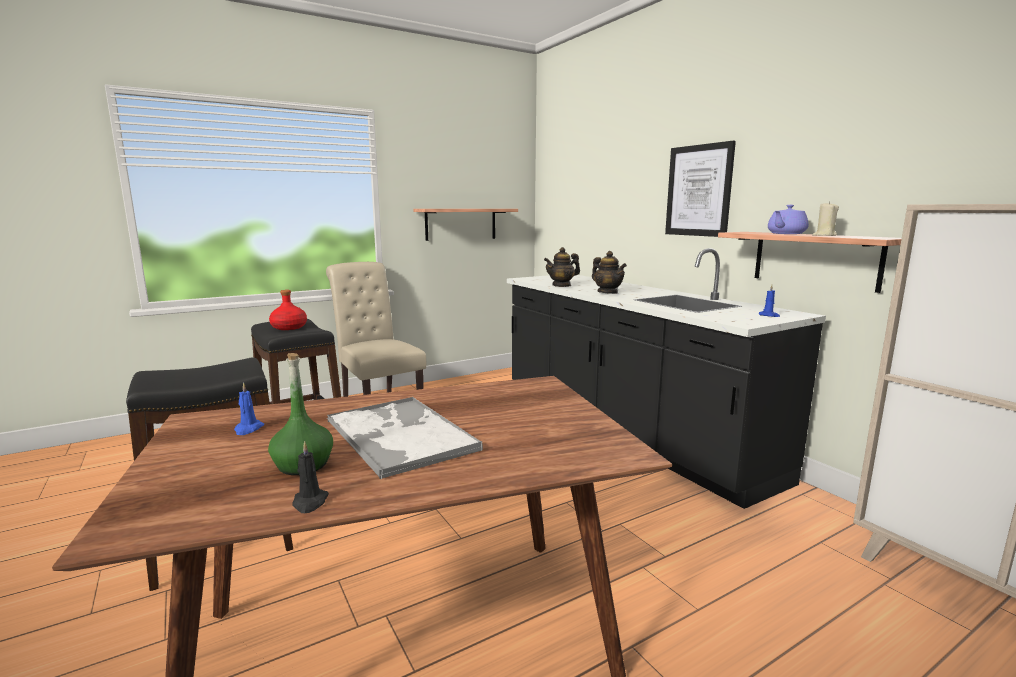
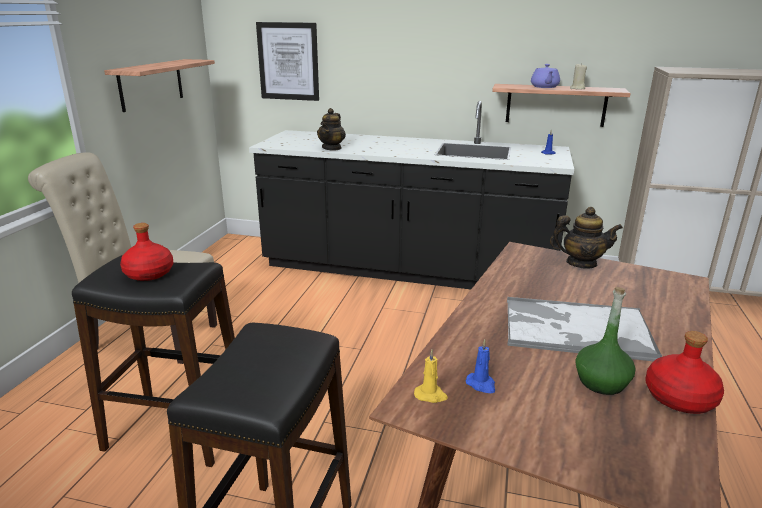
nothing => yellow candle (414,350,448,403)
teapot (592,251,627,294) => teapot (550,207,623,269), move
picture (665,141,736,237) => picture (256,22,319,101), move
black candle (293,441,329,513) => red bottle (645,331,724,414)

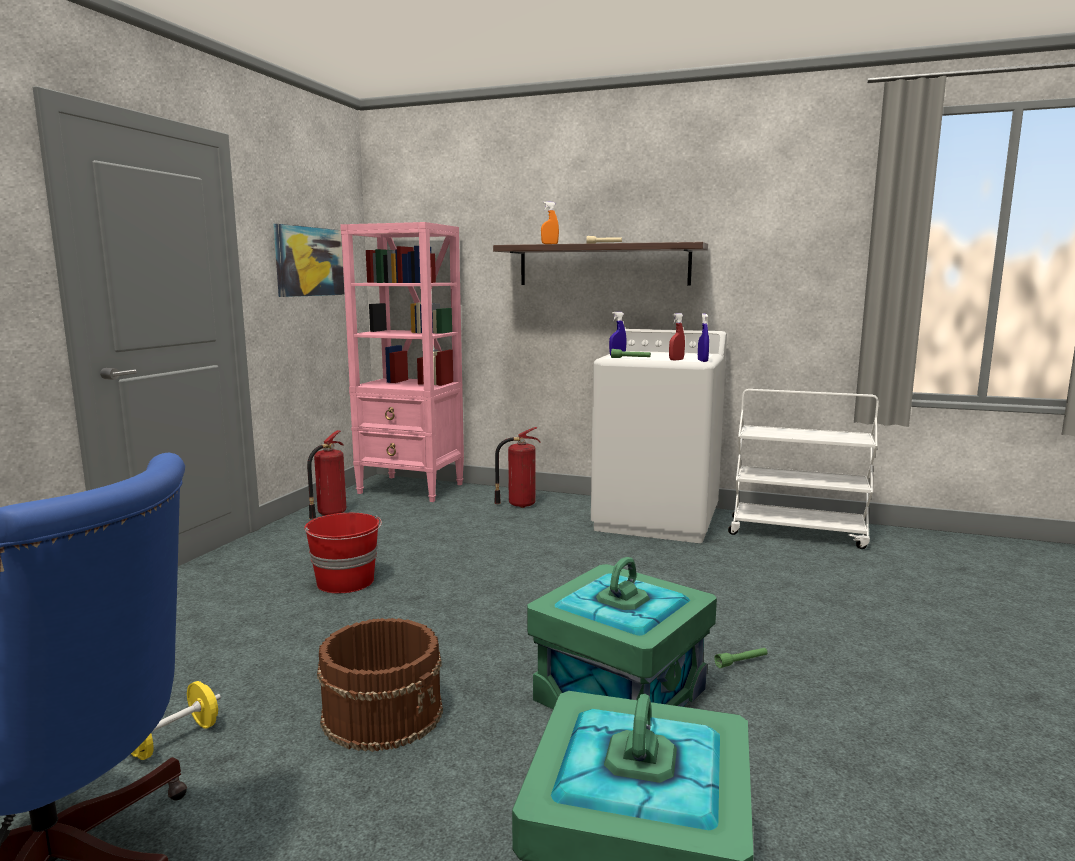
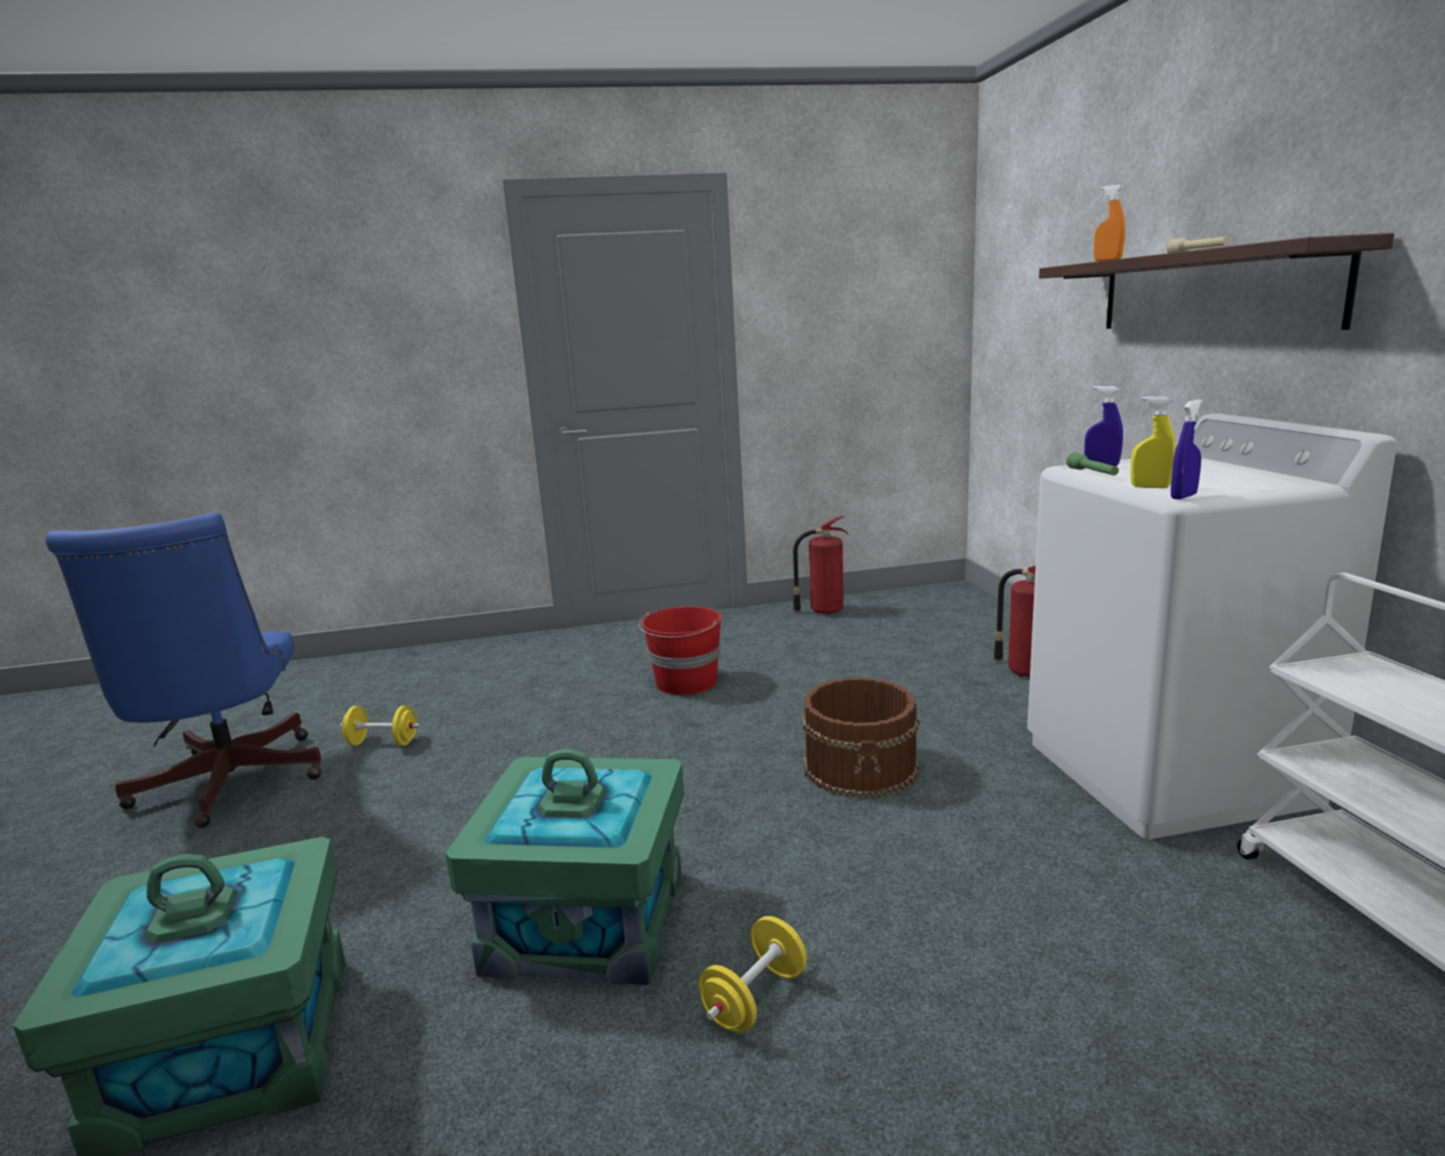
picture (273,224,345,297) => nothing
pink bookcase (340,222,464,502) => nothing
brown bucket (317,618,443,752) => brown bucket (802,677,920,798), move
green flashlight (714,648,767,668) => yellow dumbbell (698,916,807,1033)
red spray bottle (669,313,685,360) => yellow spray bottle (1131,396,1176,488)

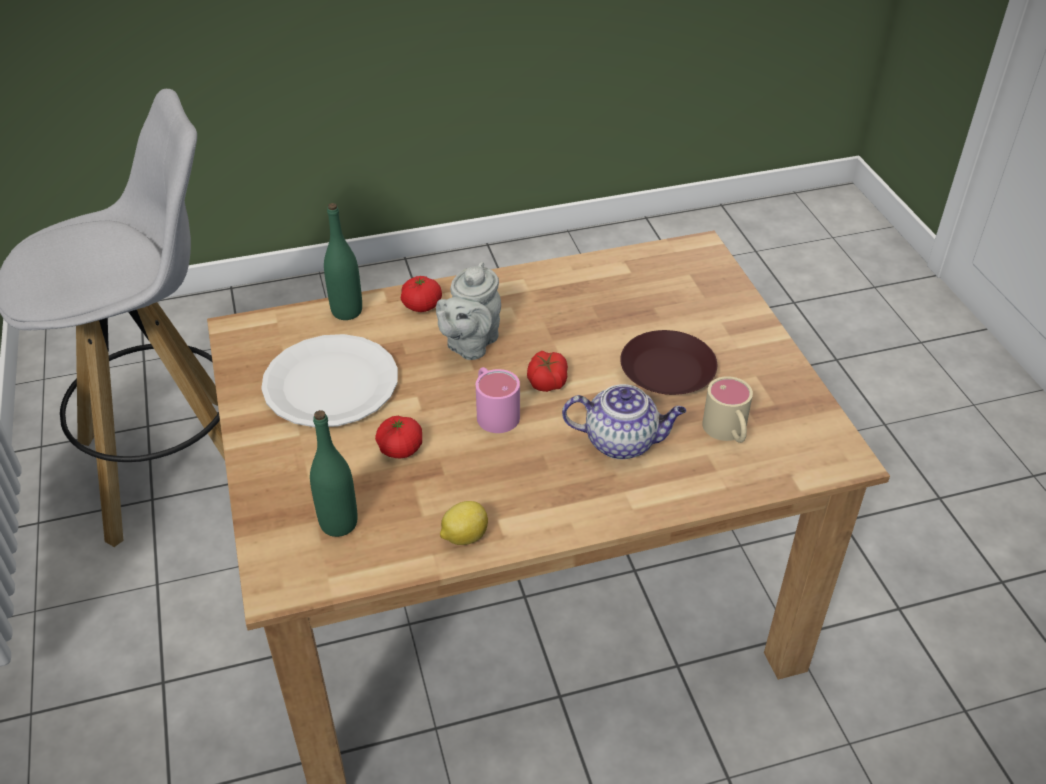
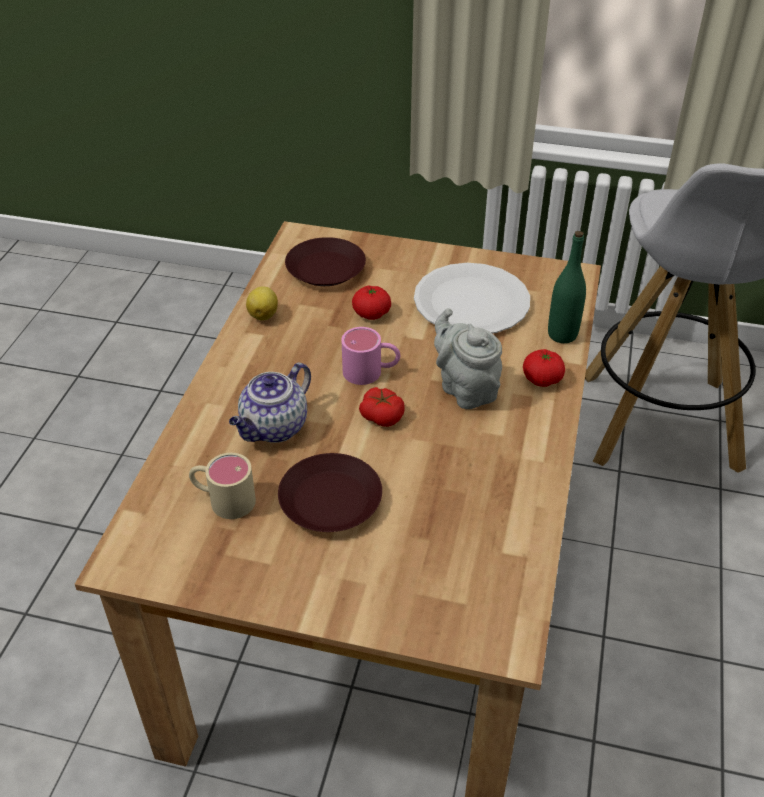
green bottle (310,410,358,537) => brown plate (285,237,366,286)

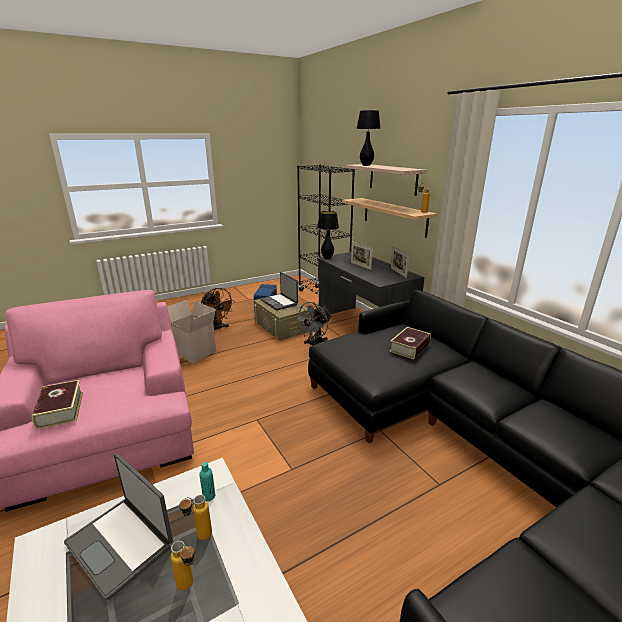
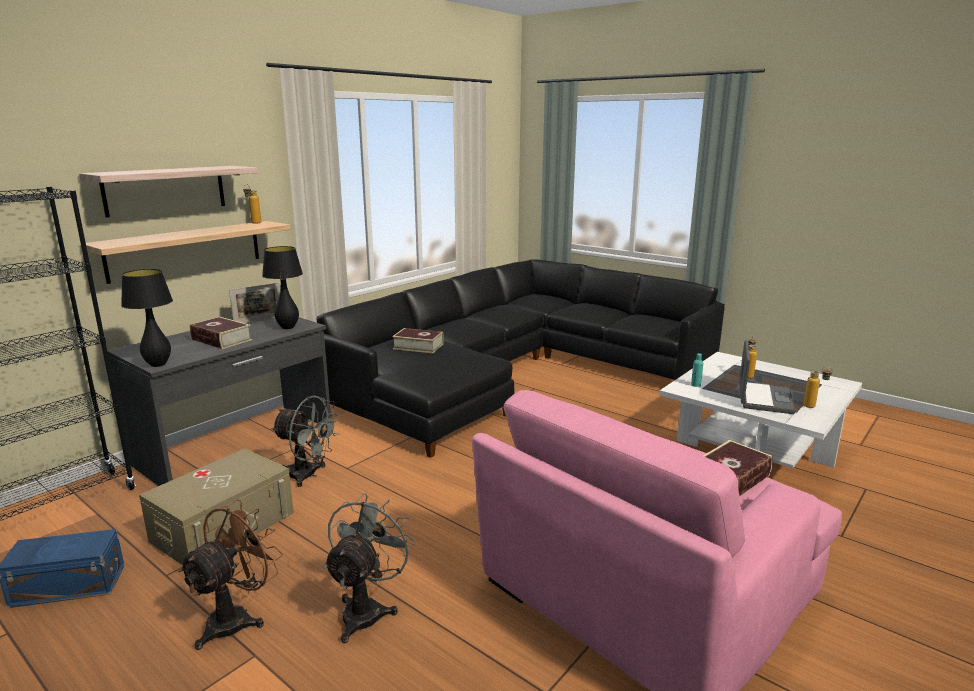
laptop (261,272,298,311) => nothing
bottle (179,495,212,540) => bottle (803,366,833,408), move
black table lamp (356,110,381,166) => black table lamp (262,246,303,329), move
cardboard box (167,300,216,363) => grey fan (323,493,416,643)
picture frame (351,242,373,270) => book (190,317,252,349)

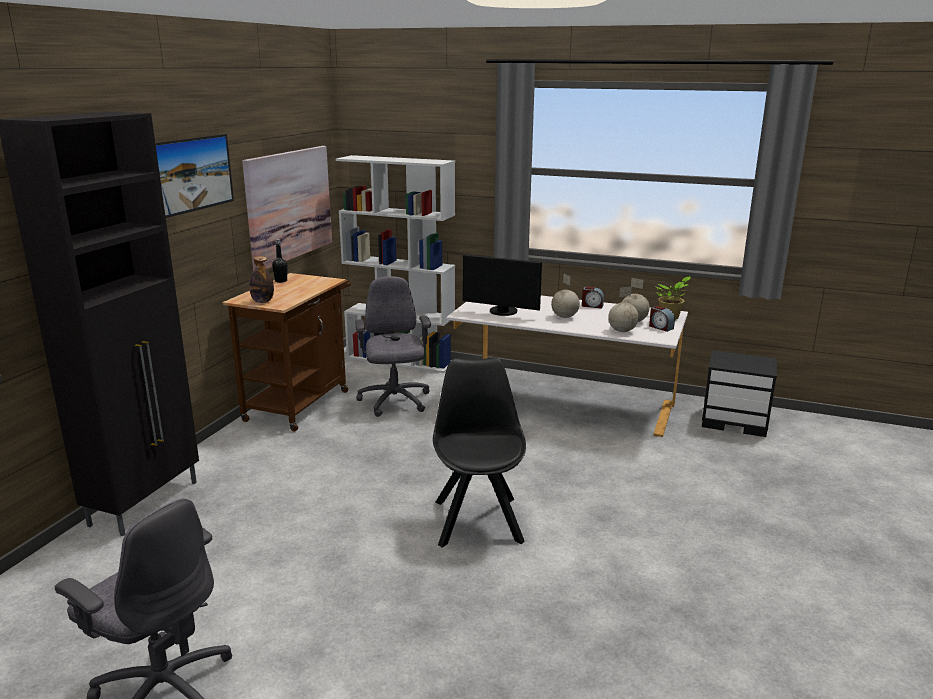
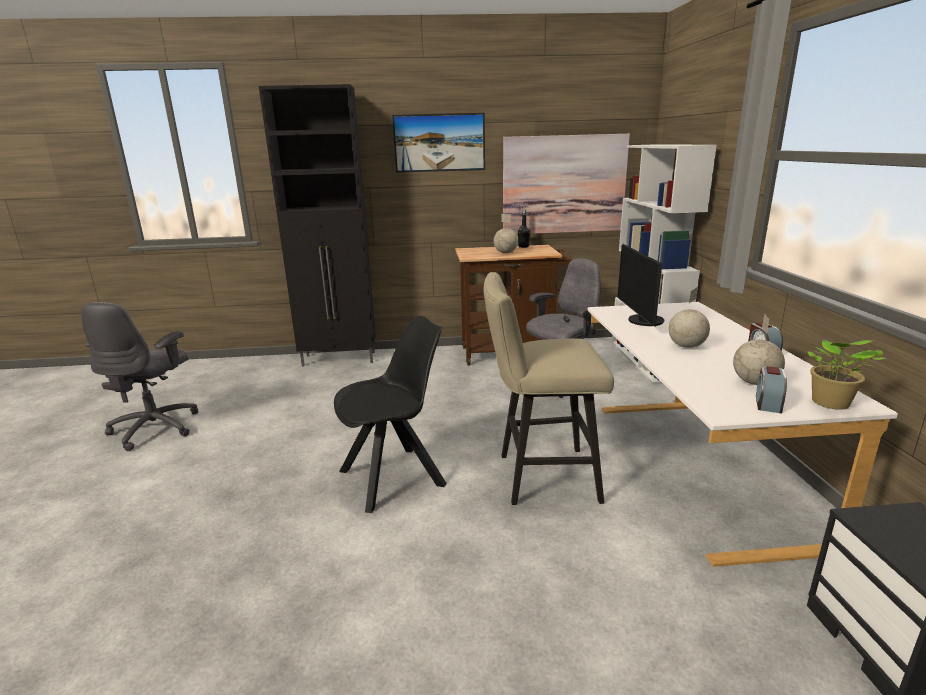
bottle (249,256,274,303) => nothing
nothing => beige stool (483,272,614,505)
globe (608,286,639,332) => globe (494,214,518,253), move

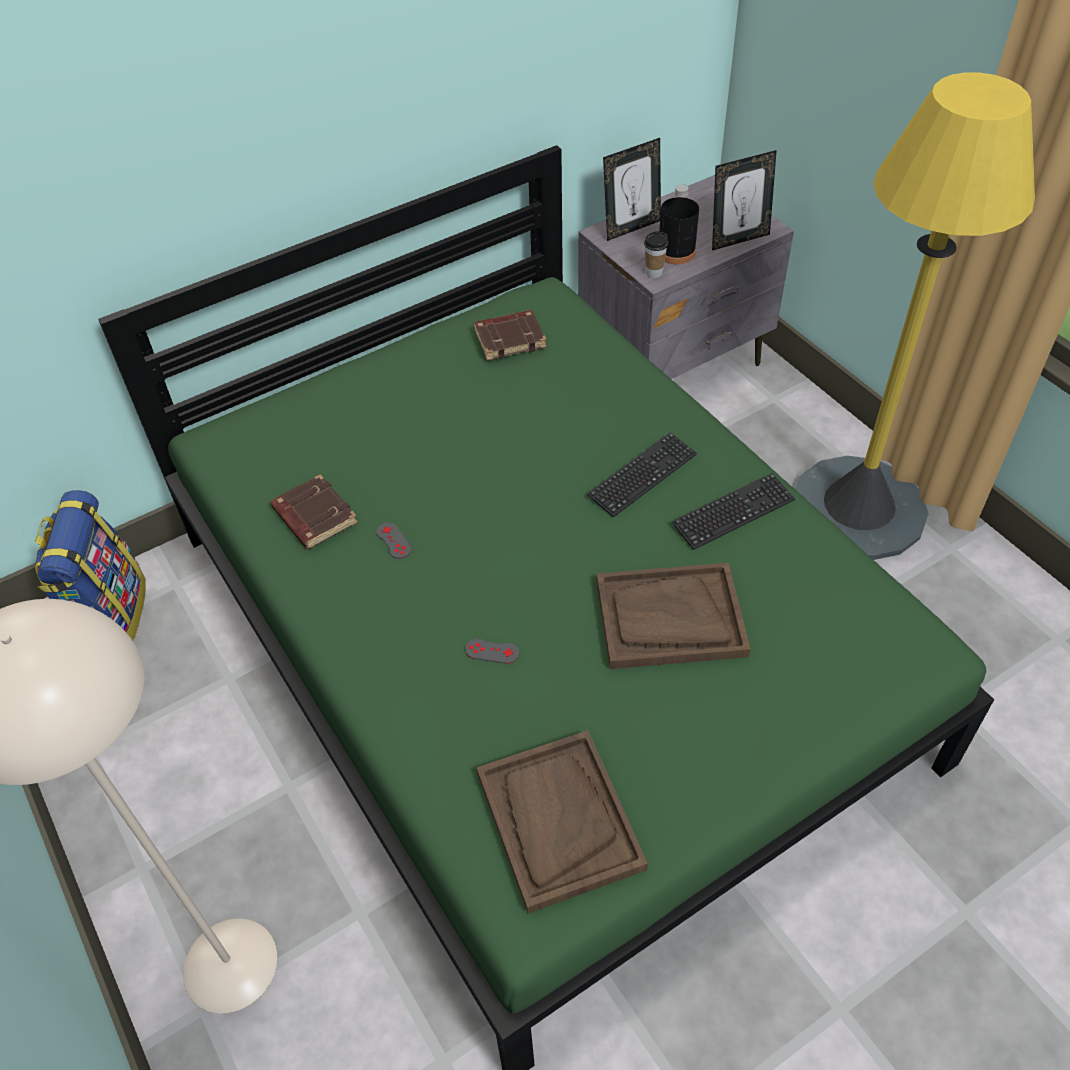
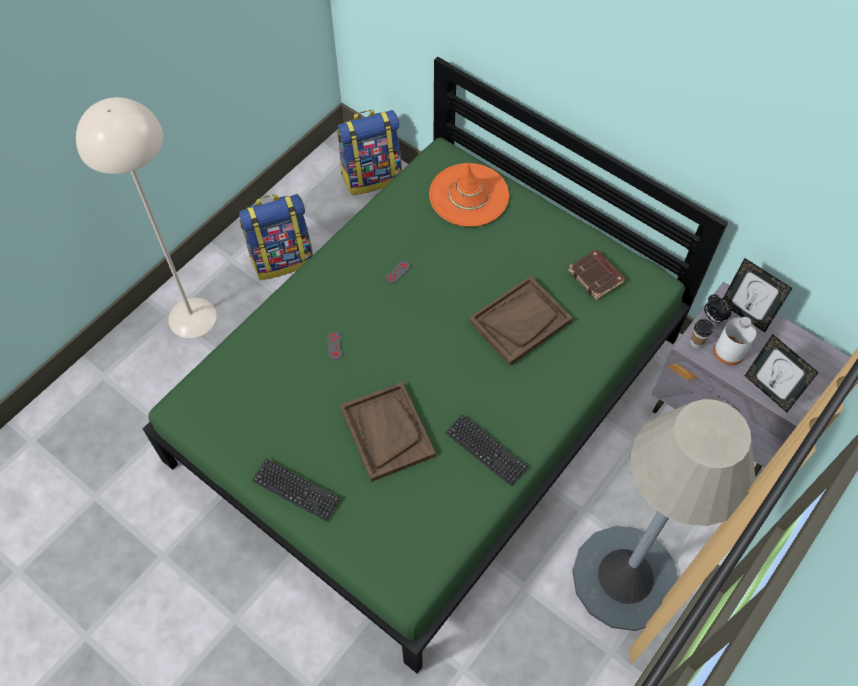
brown book (271,474,358,549) => nothing
nothing => backpack (239,194,313,280)
nothing => orange hat (429,163,509,227)
nothing => alarm clock (704,294,731,325)
brown tray (476,730,648,914) => brown tray (469,276,573,366), move
keyboard (587,432,697,517) => keyboard (252,459,340,522), move
black bottle (659,184,699,264) => white bottle (714,317,756,365)
yellow floor lamp (794,72,1035,560) => grey floor lamp (572,399,756,631)

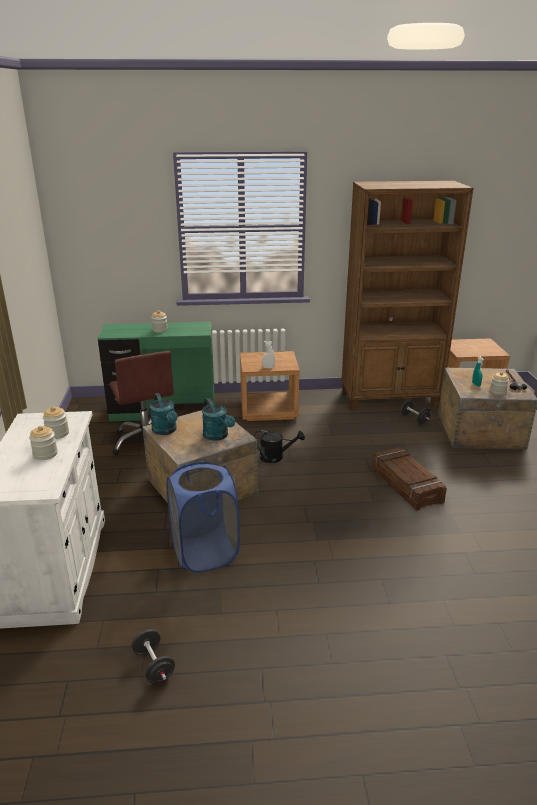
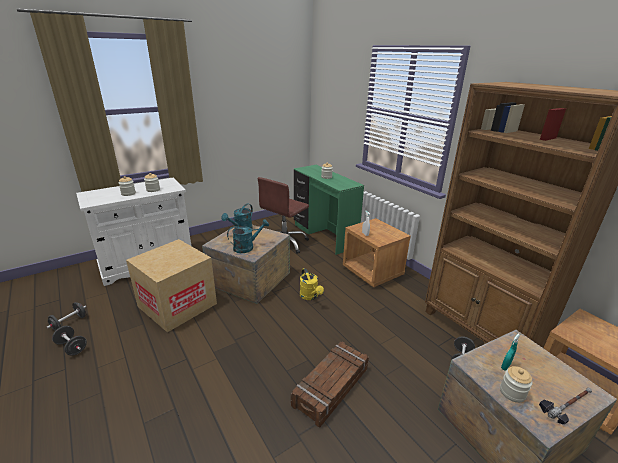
nothing => black dumbbell (52,326,87,356)
blue laundry basket (167,461,240,573) => cardboard box (126,239,217,332)
black watering can (254,430,305,463) => yellow watering can (300,268,324,300)
turquoise watering can (202,398,235,441) => turquoise watering can (227,219,269,253), 150 degrees counterclockwise

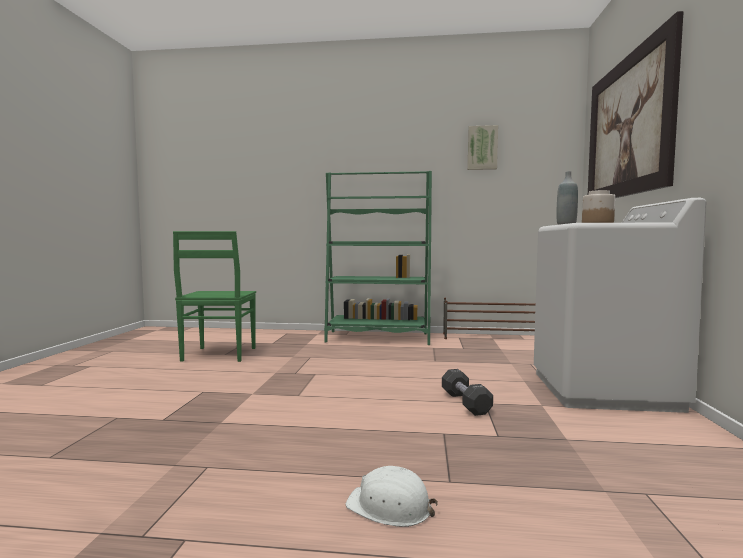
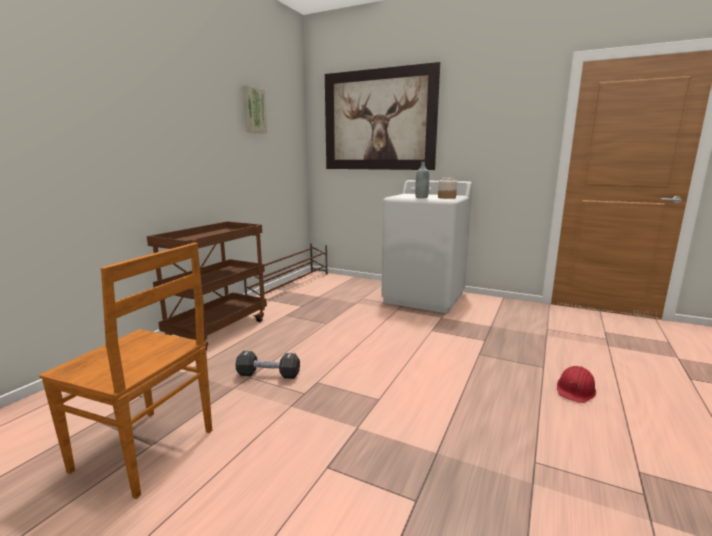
black dumbbell (442,369,493,416) => black dumbbell (235,351,300,379), move
green bookcase (324,171,432,345) => brown cart (147,221,267,351)
green chair (173,231,256,362) => brown chair (39,243,212,499)
white hard hat (345,466,438,527) => red hard hat (557,366,596,403)

